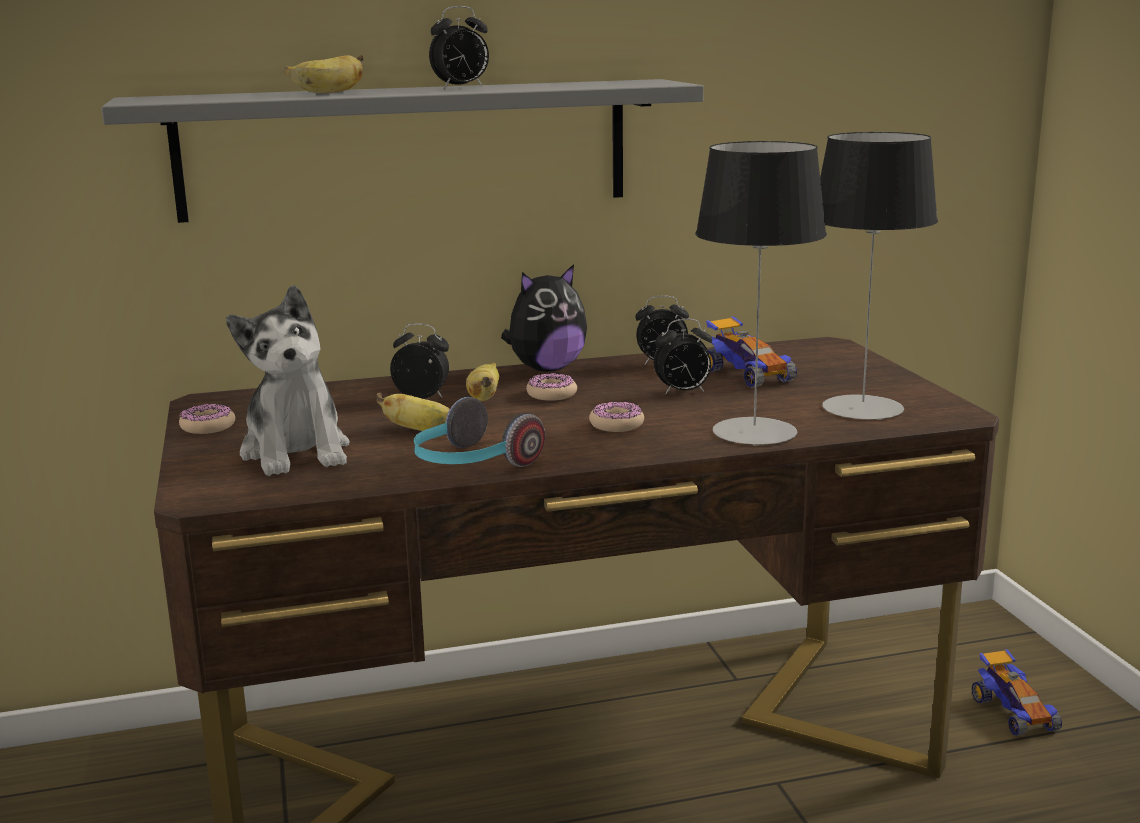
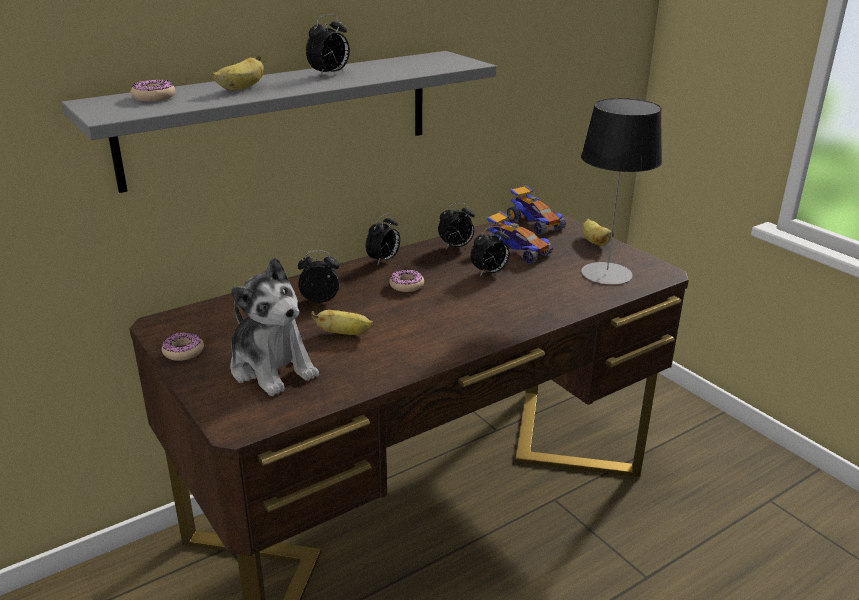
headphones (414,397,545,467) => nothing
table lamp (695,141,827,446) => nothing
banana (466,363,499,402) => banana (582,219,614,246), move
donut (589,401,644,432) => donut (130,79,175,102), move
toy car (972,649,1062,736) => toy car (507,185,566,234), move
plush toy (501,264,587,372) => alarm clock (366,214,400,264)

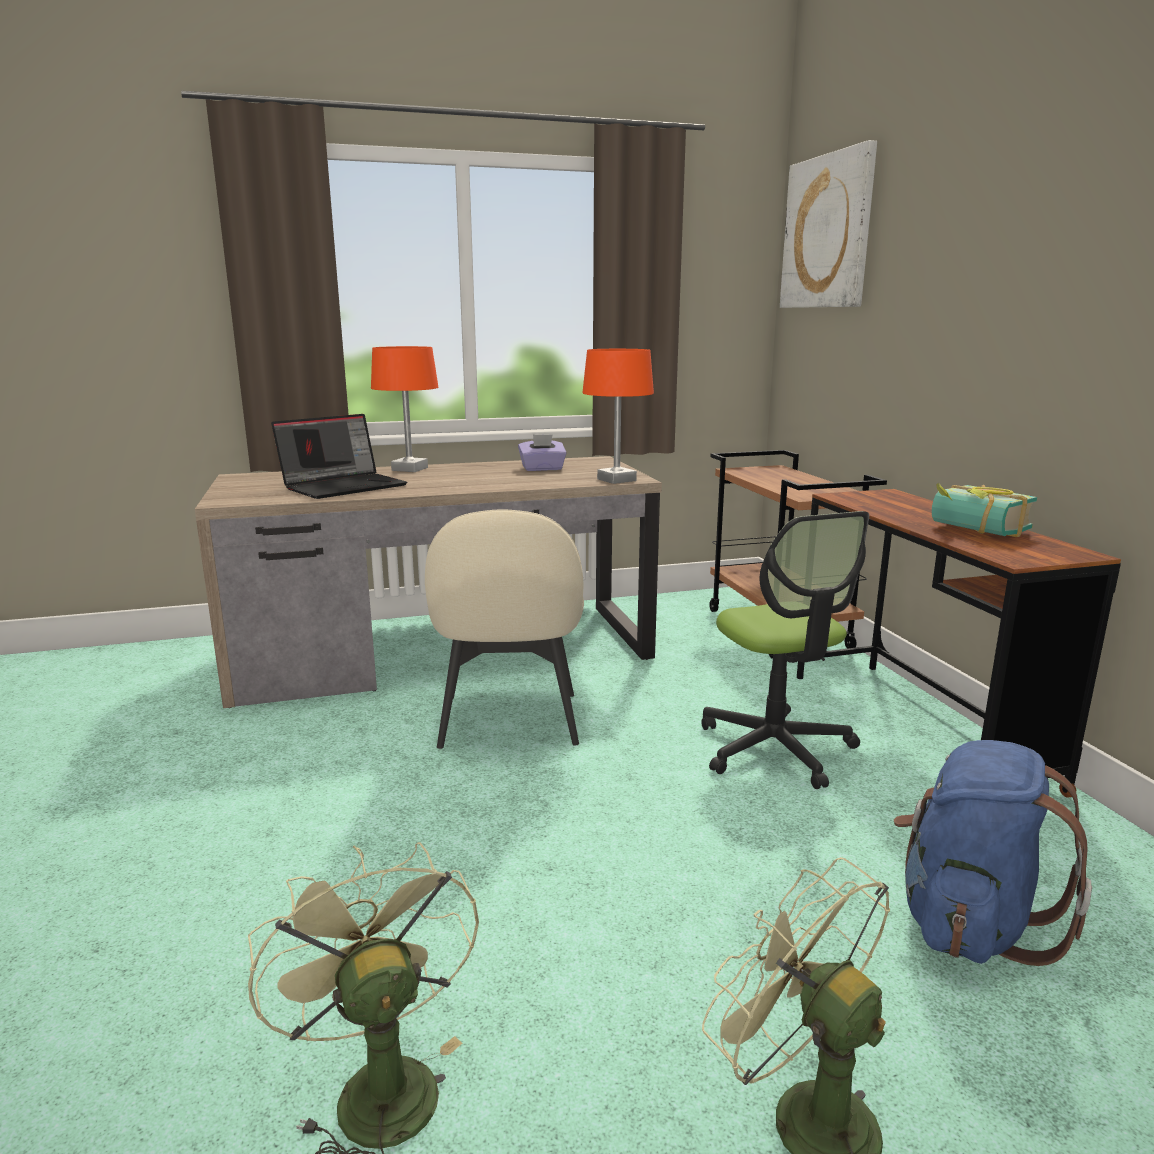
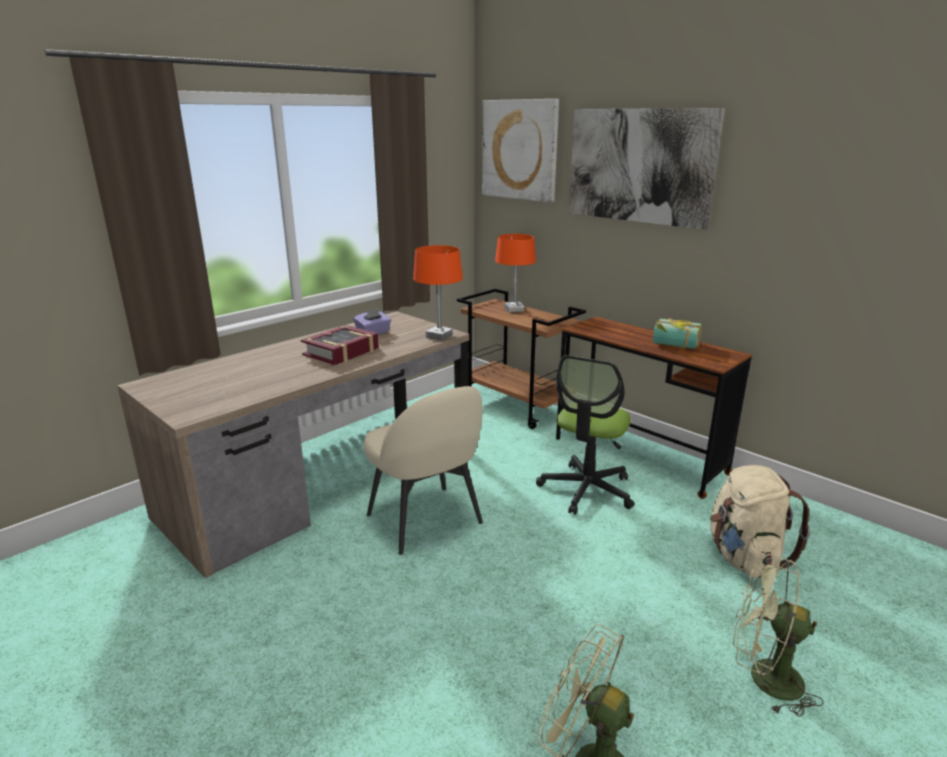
laptop (271,414,407,499) => nothing
nothing => book (301,325,379,365)
nothing => picture (569,108,725,230)
orange table lamp (371,346,438,472) => orange table lamp (495,234,536,312), move
blue backpack (894,740,1092,966) => beige backpack (710,465,811,578)
office chair (701,511,869,789) => office chair (536,355,635,515), 75 degrees clockwise

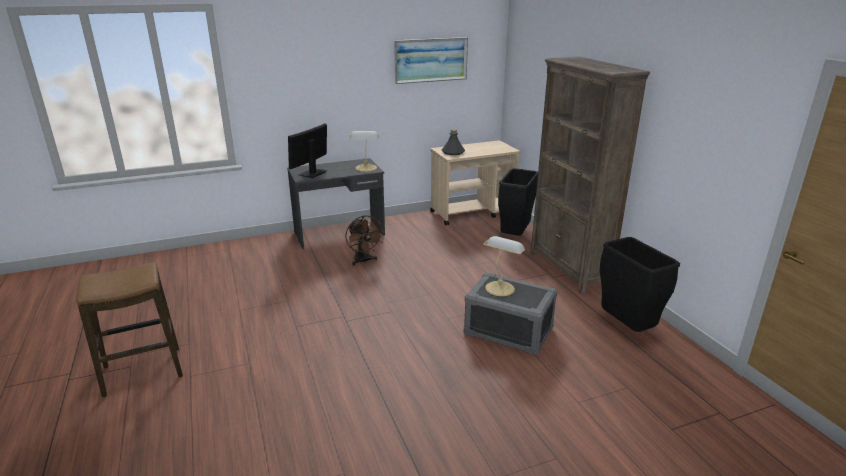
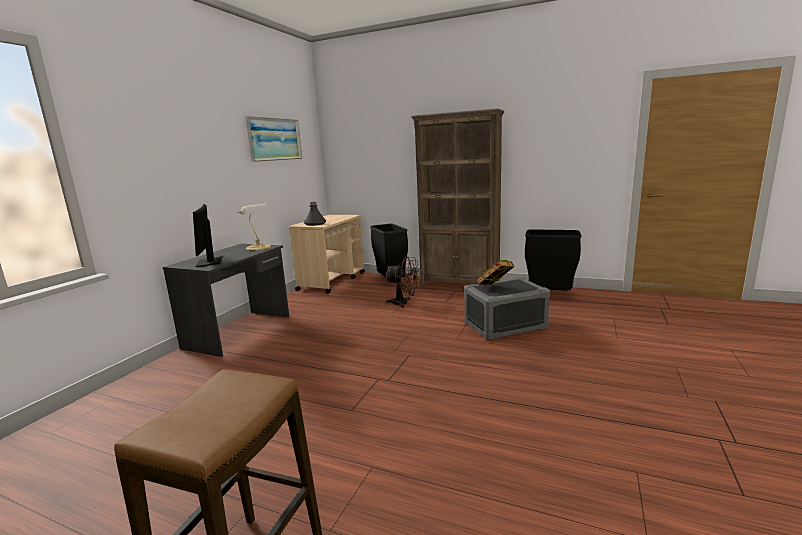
brown fan (345,215,385,265) => brown fan (385,257,419,308), move
table lamp (483,236,525,296) => book (476,259,515,285)

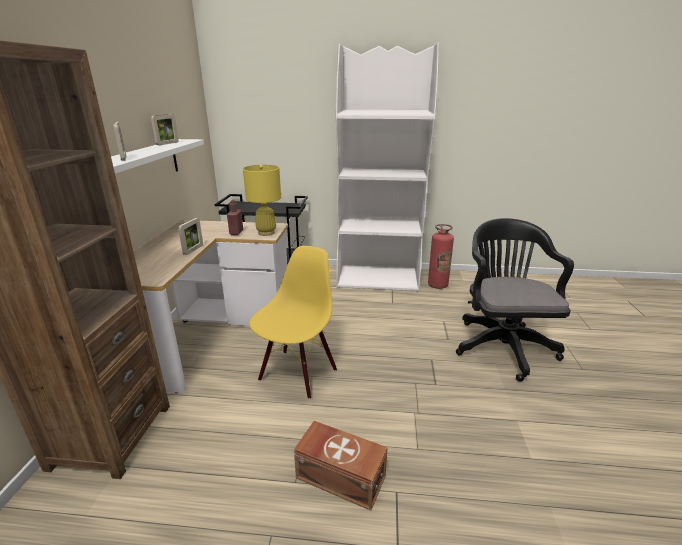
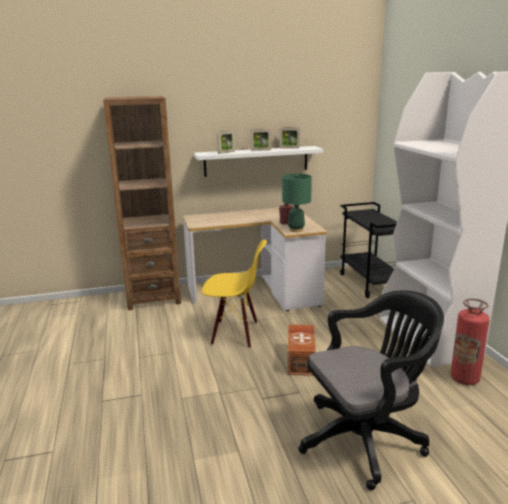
picture frame (178,218,203,255) => picture frame (250,129,271,151), move
brown storage box (294,421,388,511) => brown storage box (287,324,316,376), move
yellow table lamp (243,165,281,236) => green table lamp (282,174,312,232)

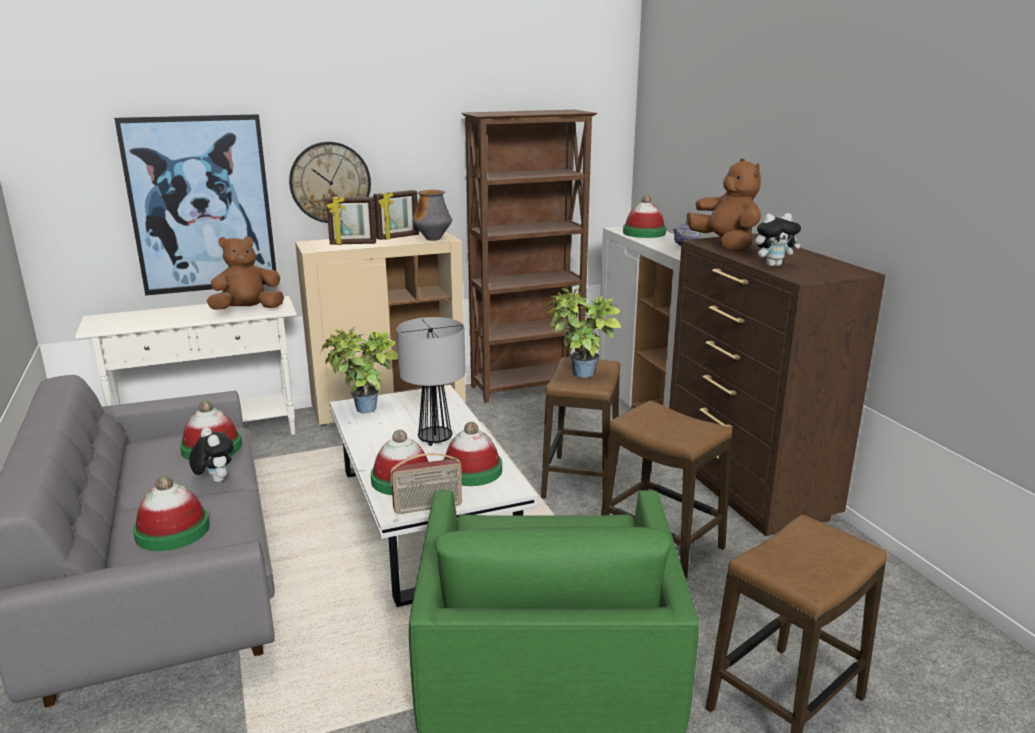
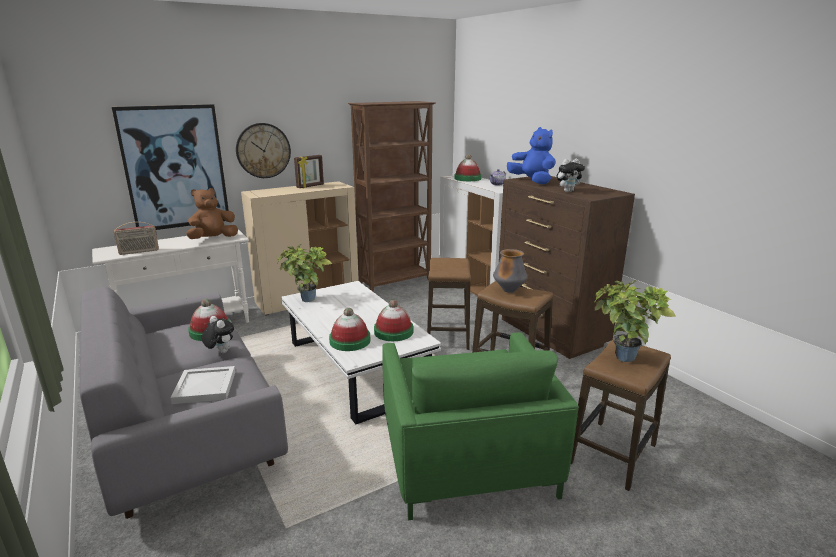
picture frame (326,197,376,245) => nothing
table lamp (397,317,466,446) => nothing
radio (390,453,462,514) => radio (114,222,159,255), move
vase (412,190,452,241) => vase (493,249,528,293), move
potted plant (545,288,621,378) => potted plant (594,280,676,362), move
hat (133,475,210,551) => white tray (170,366,235,404)
brown plush toy (687,158,761,251) => blue plush toy (507,127,556,185)

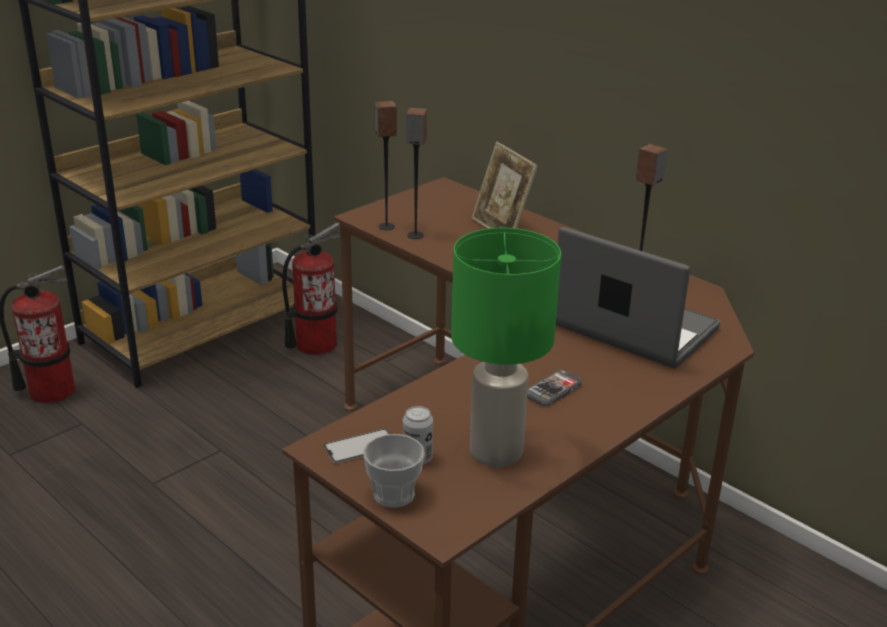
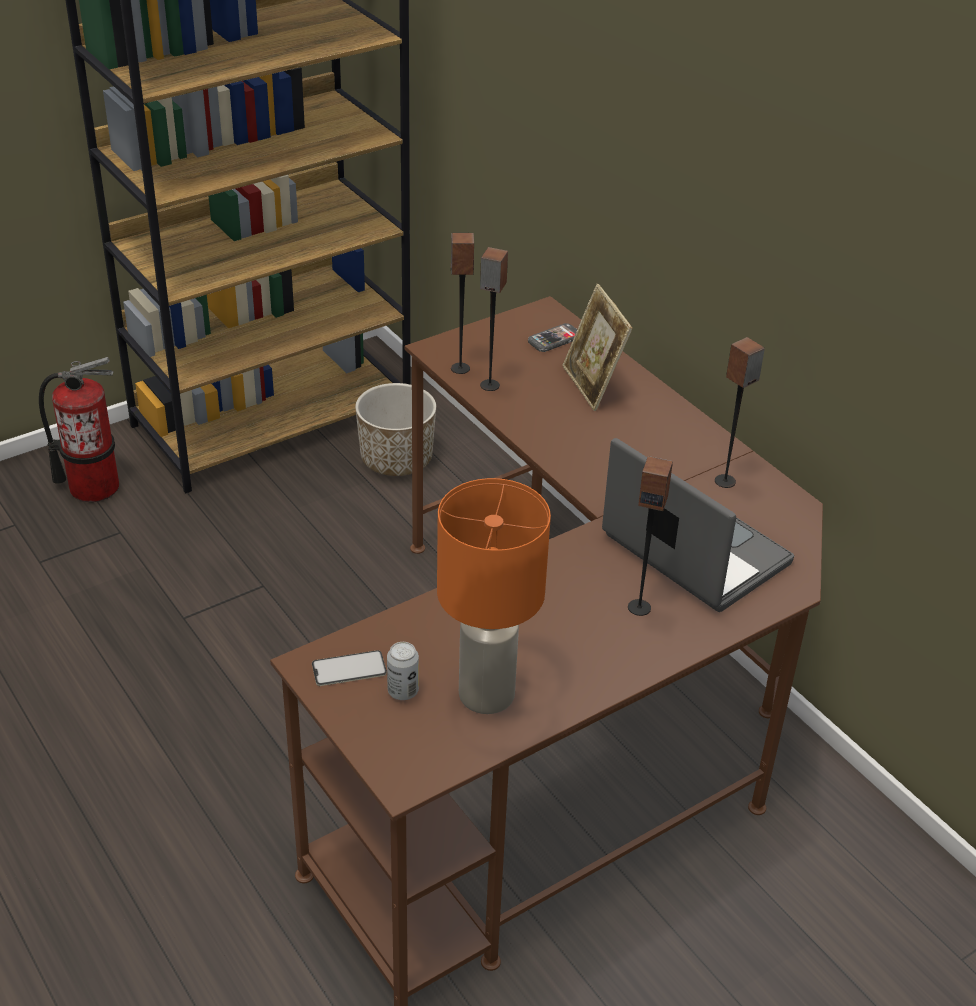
cup (363,434,425,508) => nothing
nothing => speaker (628,456,673,616)
phone (527,370,582,406) => phone (528,323,577,352), move
fire extinguisher (282,223,341,355) => planter (355,383,436,476)
green table lamp (451,228,561,467) => orange table lamp (437,478,551,714)

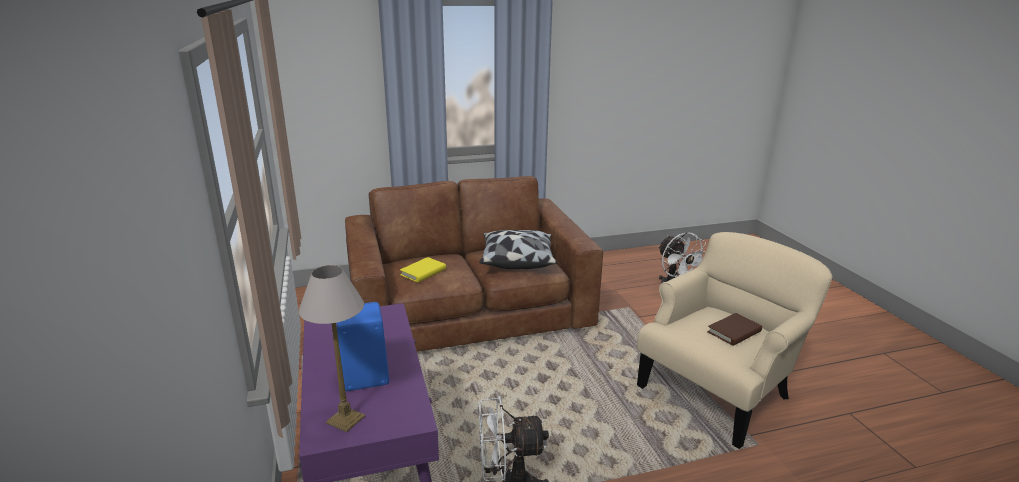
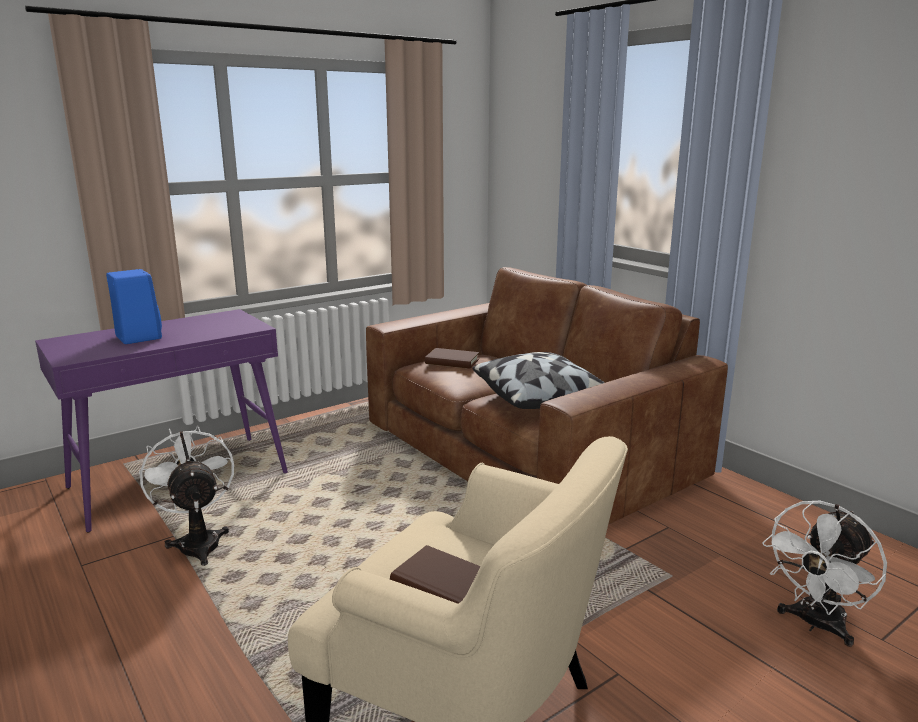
table lamp (299,265,365,432) => nothing
yellow book (400,257,446,282) => brown book (425,348,479,369)

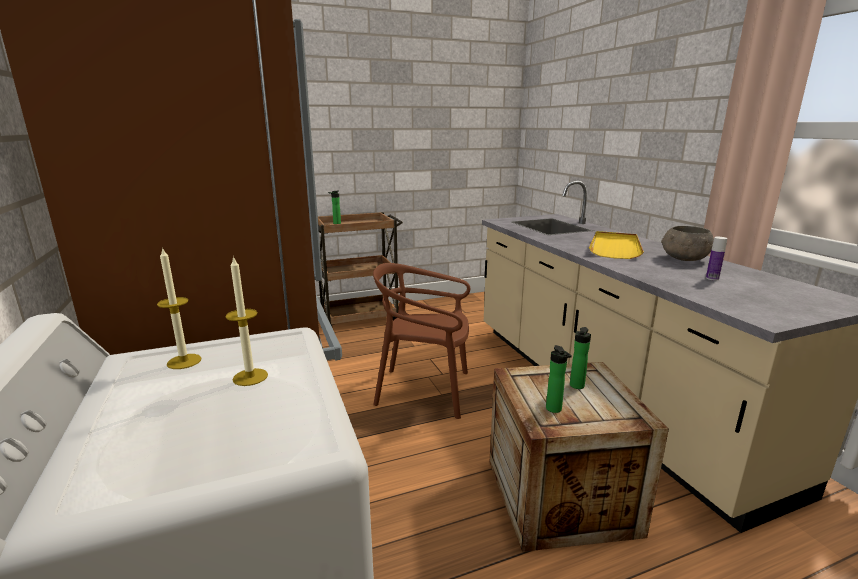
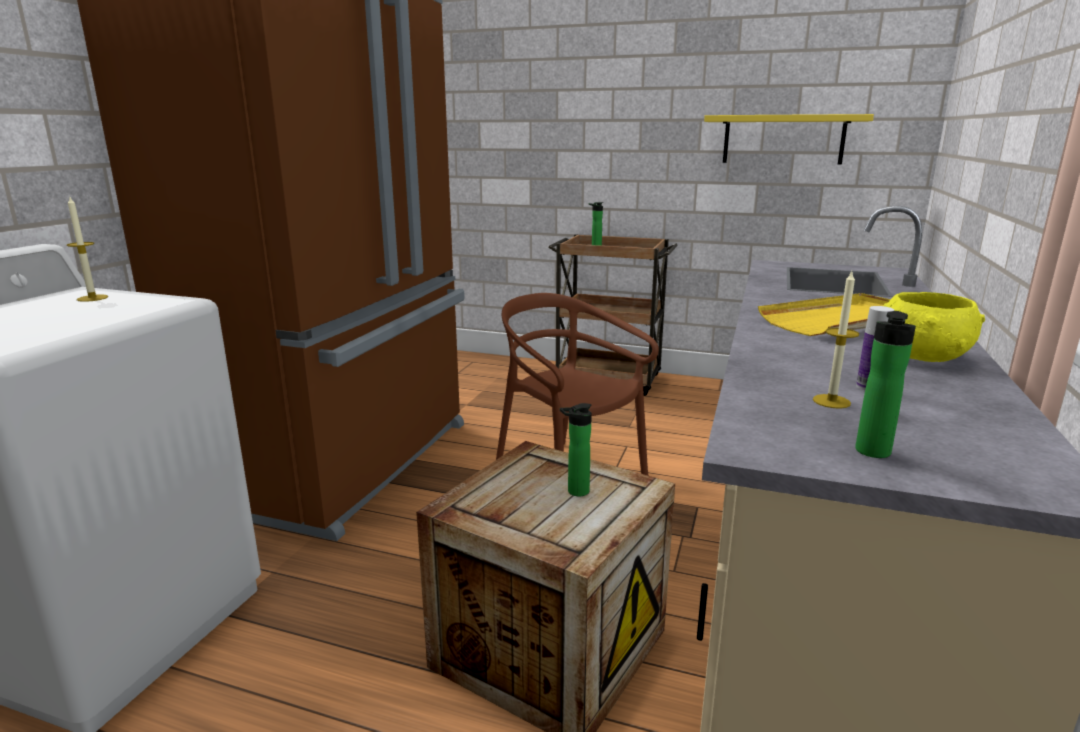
nothing => yellow shelf (704,114,874,164)
candle (225,256,268,386) => candle (813,272,859,409), move
bottle (546,345,572,413) => bottle (855,311,916,458), move
grey bowl (661,226,714,261) => yellow bowl (883,292,985,362)

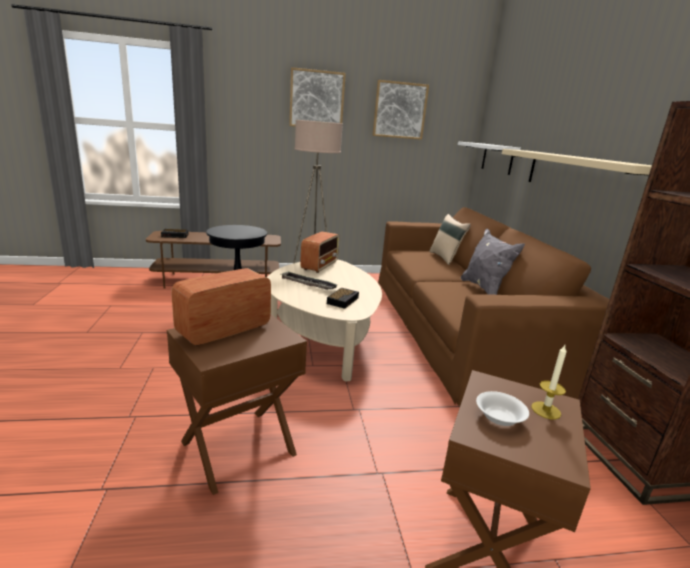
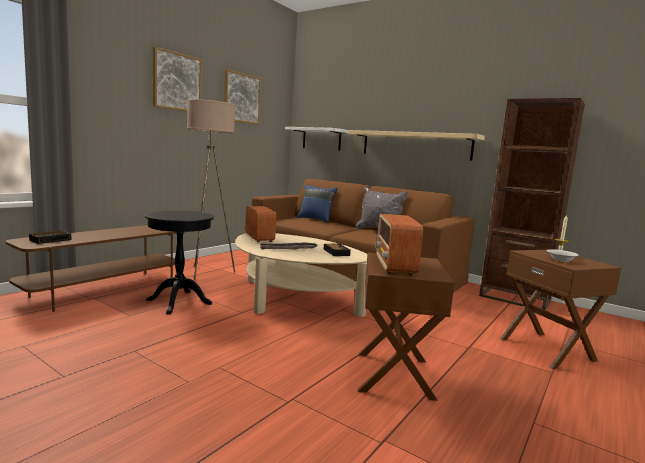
beige pillow (429,214,471,265) => blue pillow (297,184,338,223)

